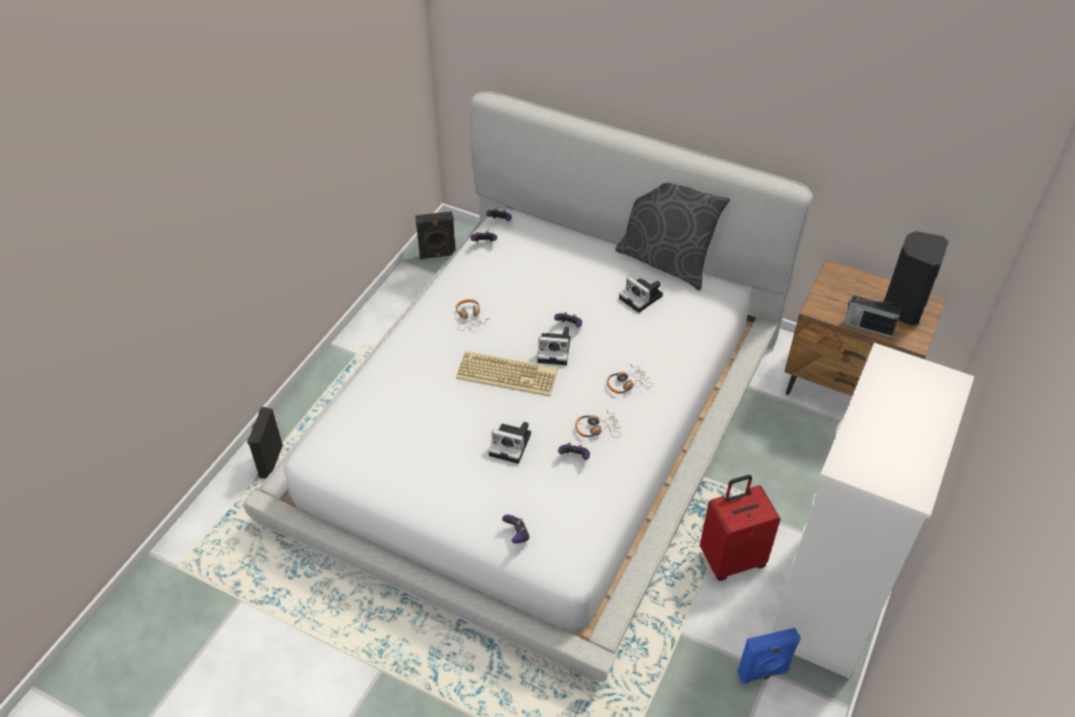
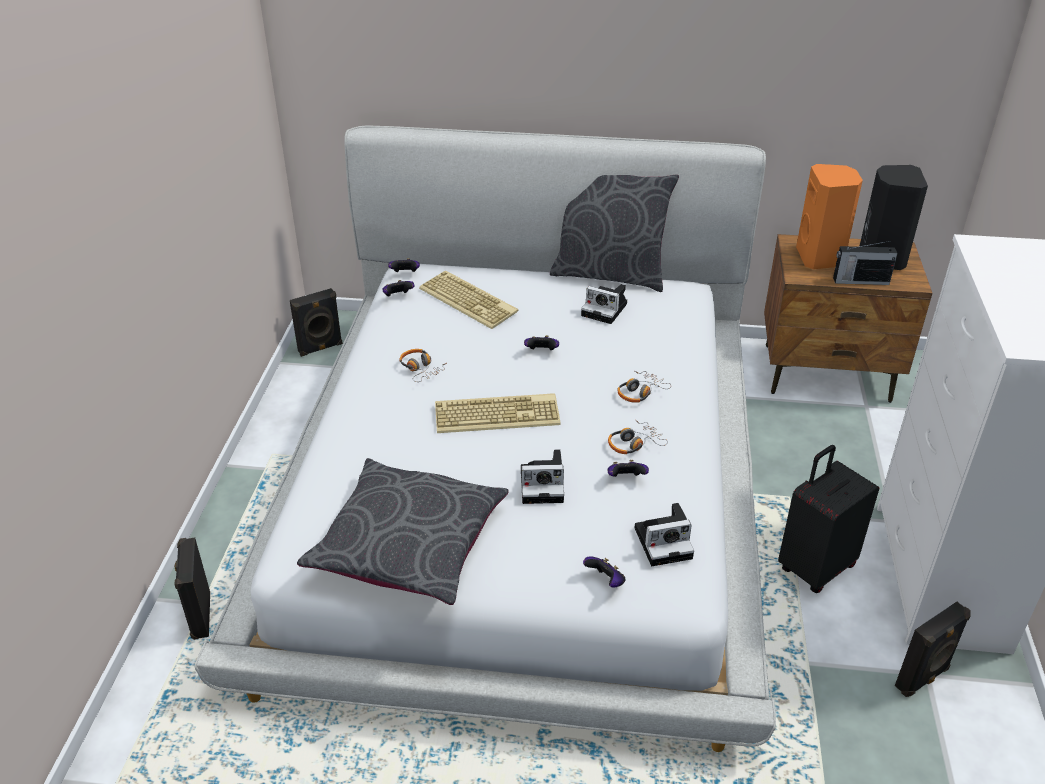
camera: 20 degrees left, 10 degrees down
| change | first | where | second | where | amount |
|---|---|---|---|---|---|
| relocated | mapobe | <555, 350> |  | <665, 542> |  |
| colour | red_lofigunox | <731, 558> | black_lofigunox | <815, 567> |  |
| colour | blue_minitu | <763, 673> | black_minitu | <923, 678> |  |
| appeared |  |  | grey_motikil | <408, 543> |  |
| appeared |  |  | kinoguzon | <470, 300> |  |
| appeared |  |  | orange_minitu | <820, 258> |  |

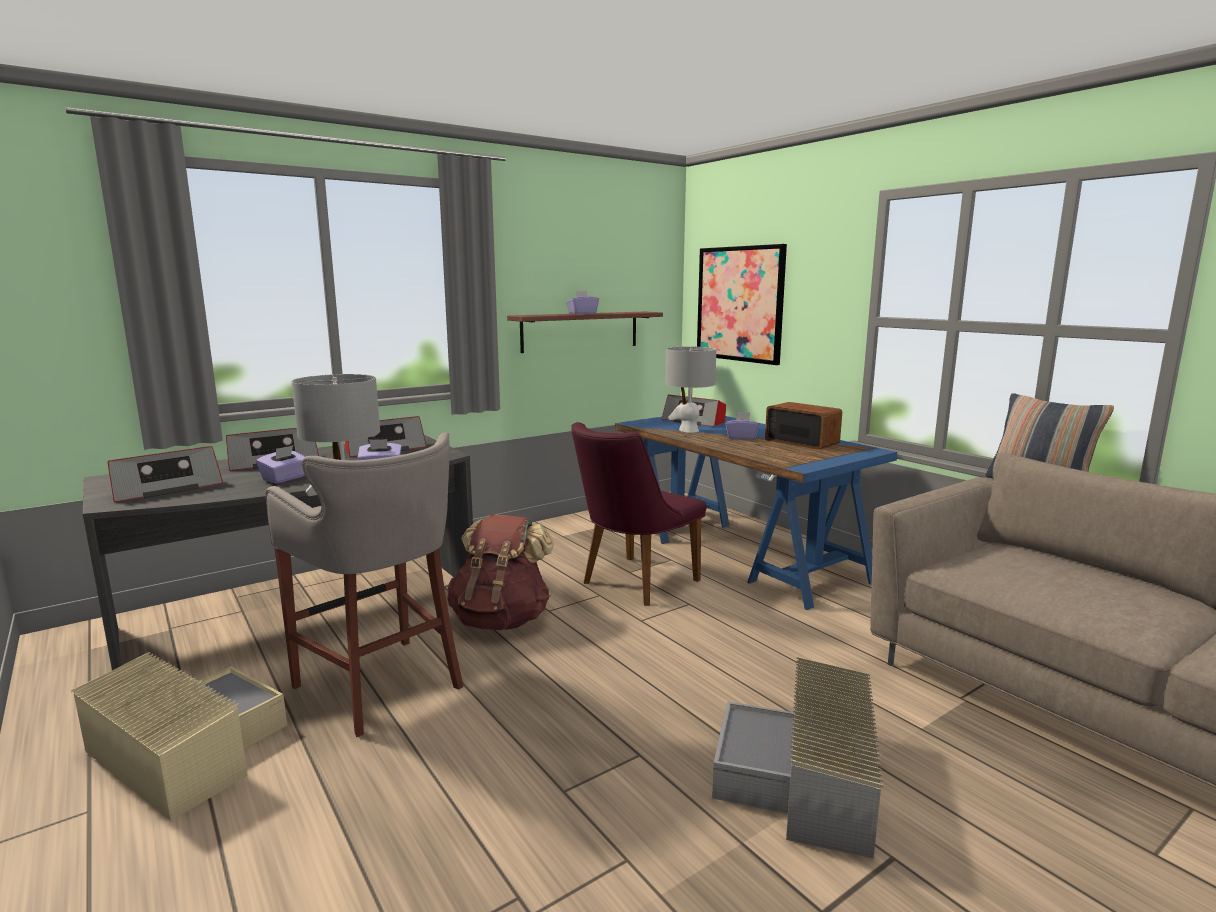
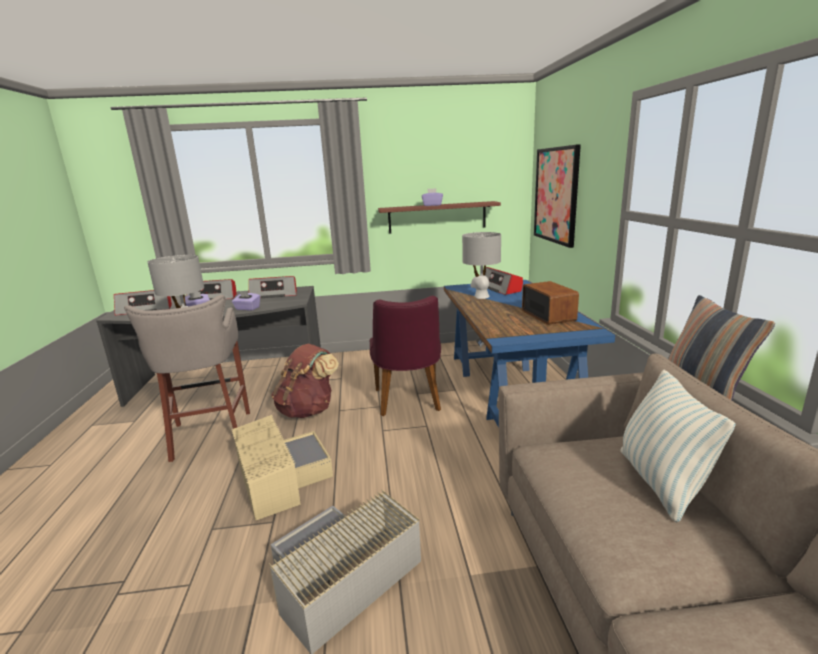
camera: 30 degrees right, 5 degrees up
| change | first | where | second | where | amount |
|---|---|---|---|---|---|
| relocated | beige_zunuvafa | <185, 750> |  | <279, 476> |  |
| spun | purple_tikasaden | <632, 584> |  | <408, 403> | 75 degrees counterclockwise |
| missing | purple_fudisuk | <741, 437> |  |  |  |
| appeared |  |  | motikil | <660, 483> |  |

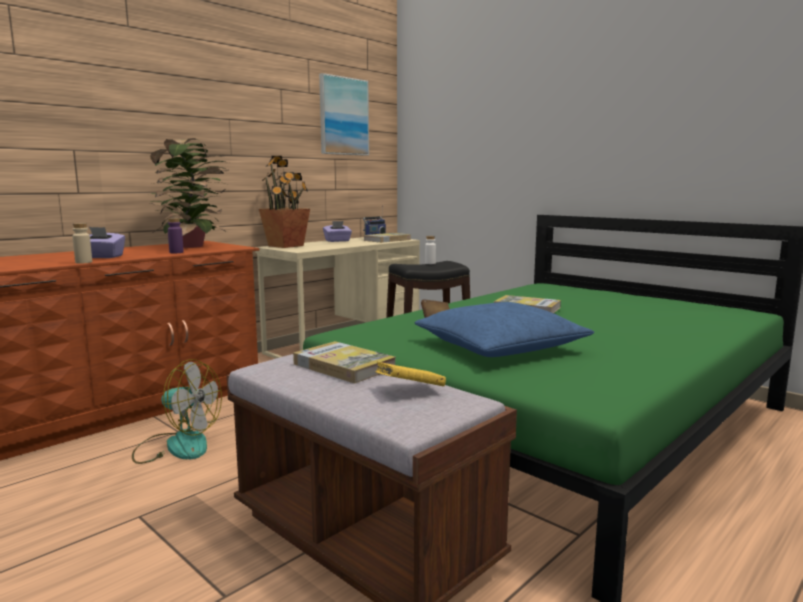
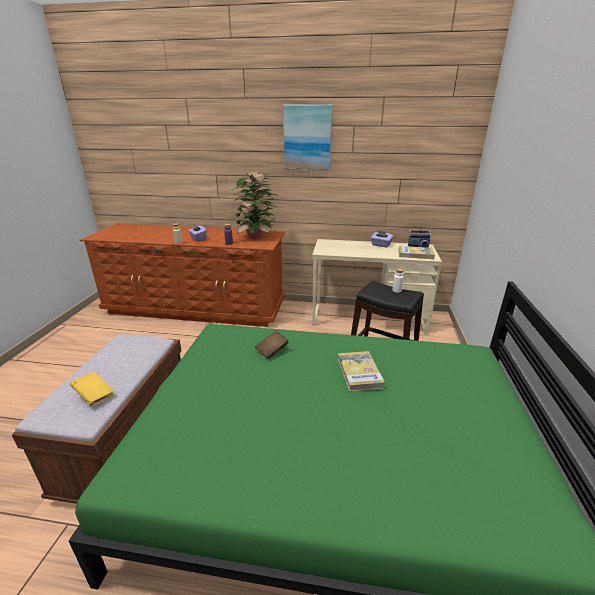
camera: 55 degrees right, 15 degrees up
| change | first | where | second | where | amount |
|---|---|---|---|---|---|
| missing | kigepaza | <177, 446> |  |  |  |
| missing | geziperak | <286, 246> |  |  |  |
| missing | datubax | <344, 366> |  |  |  |
| relocated | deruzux | <343, 116> |  | <307, 138> |  |
| missing | blue_motikil | <499, 347> |  |  |  |

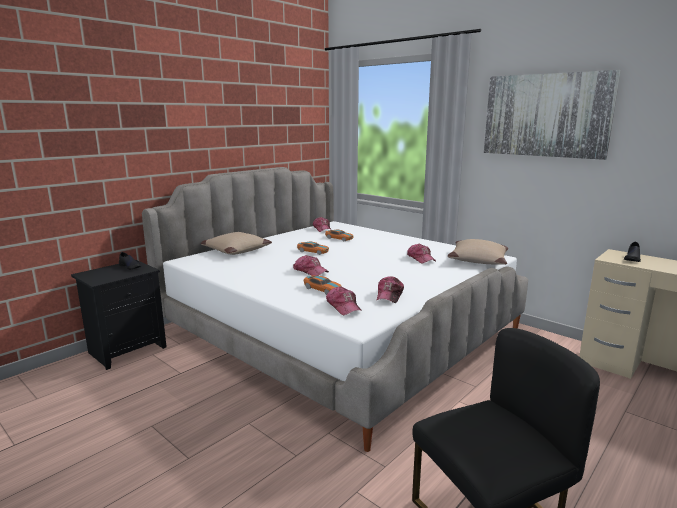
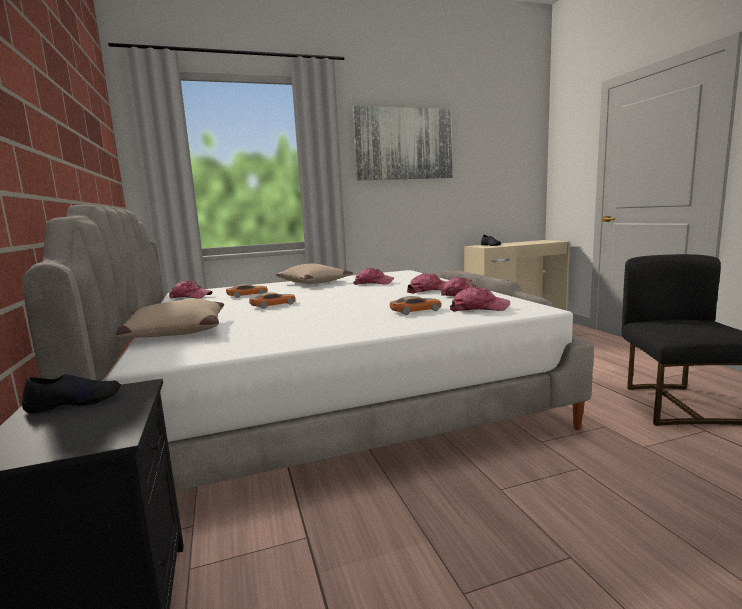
camera: 60 degrees left, 5 degrees down
| change | first | where | second | where | amount |
|---|---|---|---|---|---|
| relocated | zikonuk | <310, 271> |  | <428, 290> |  |
| relocated | beige_motikil | <478, 260> |  | <314, 282> |  |

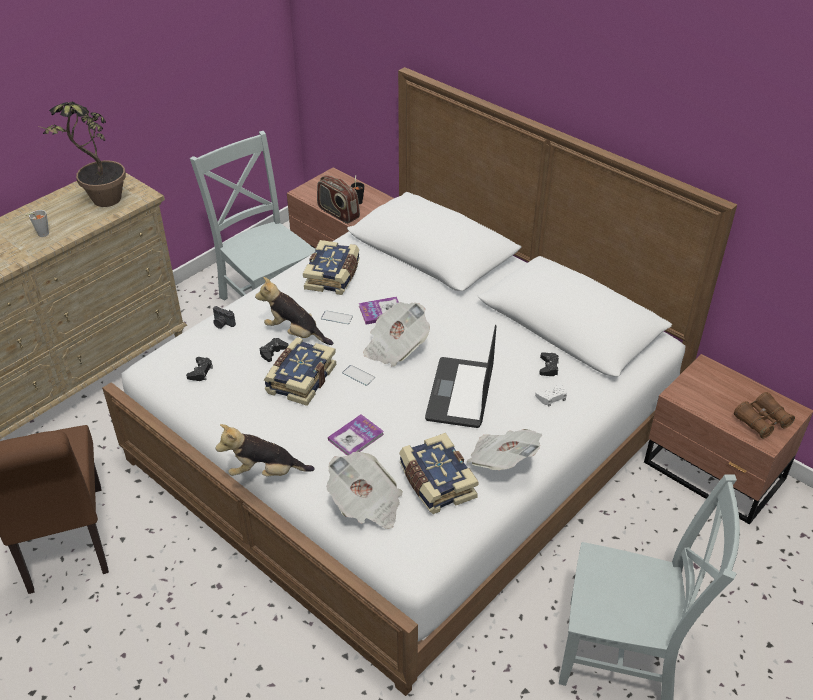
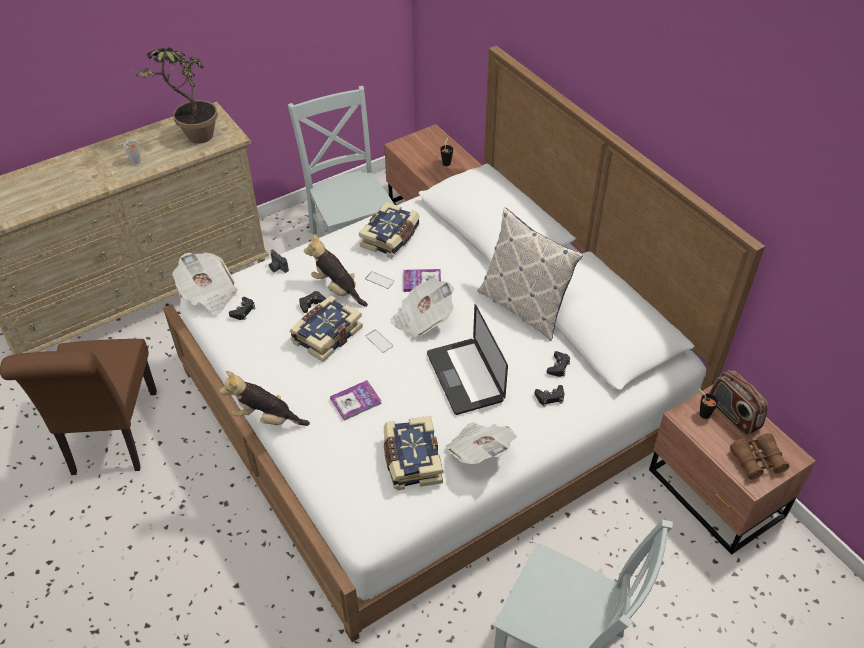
camera: 15 degrees right, 5 degrees up
| change | first | where | second | where | amount |
|---|---|---|---|---|---|
| relocated | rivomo | <338, 213> |  | <733, 414> |  |
| relocated | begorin | <366, 504> |  | <208, 294> |  |
| spun | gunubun | <460, 393> |  | <465, 377> | 45 degrees counterclockwise |
| colour | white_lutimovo | <552, 397> | black_lutimovo | <550, 397> |  |
| appeared |  |  | motikil | <523, 307> |  |
| appeared |  |  | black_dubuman | <702, 412> |  |

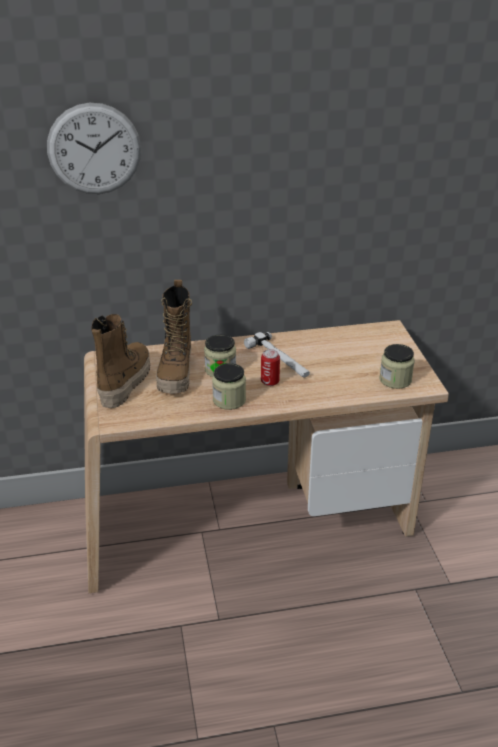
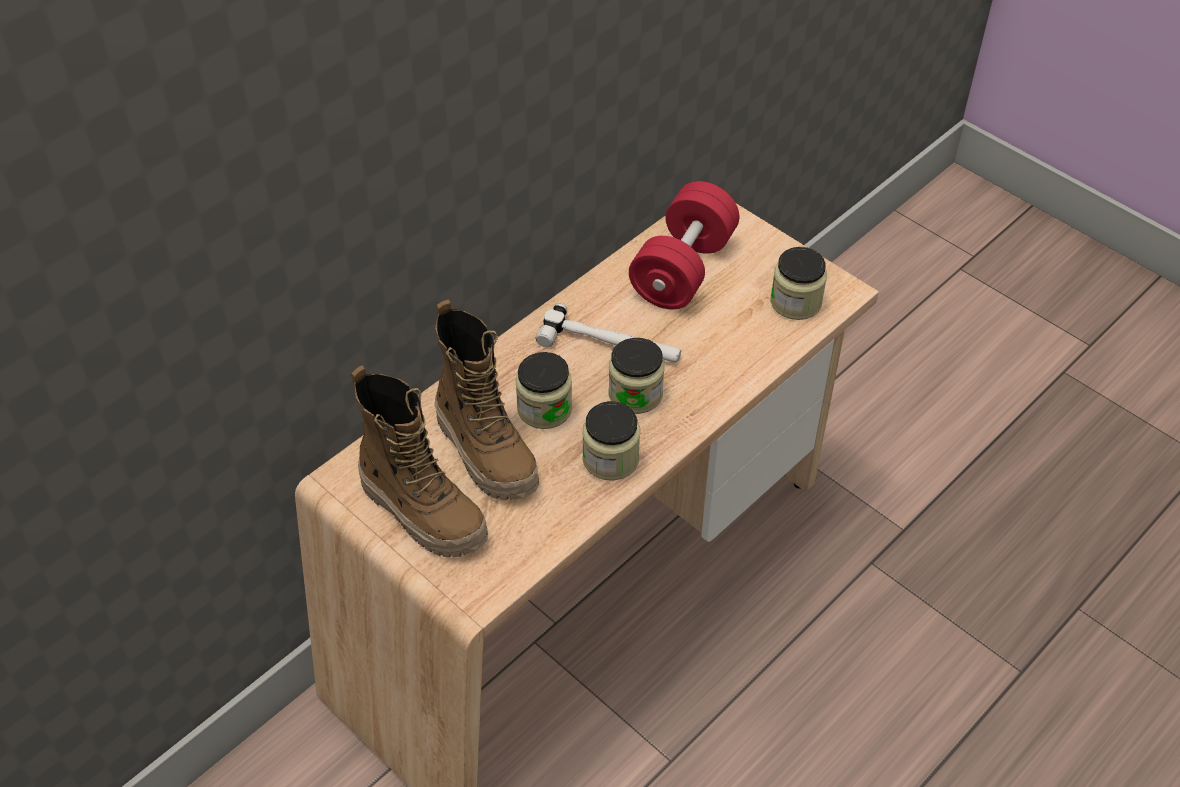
camera: 35 degrees left, 15 degrees up
| change | first | where | second | where | amount |
|---|---|---|---|---|---|
| missing | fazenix | <94, 149> |  |  |  |
| spun | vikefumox | <124, 382> |  | <423, 511> | 150 degrees clockwise |
| exchanged | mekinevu | <270, 382> | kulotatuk | <635, 394> |  |
| appeared |  |  | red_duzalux | <683, 269> |  |

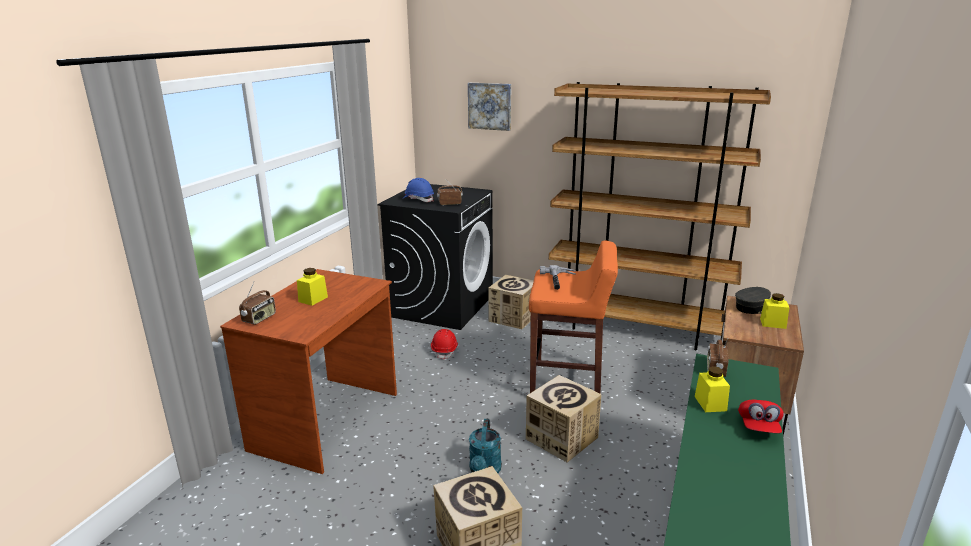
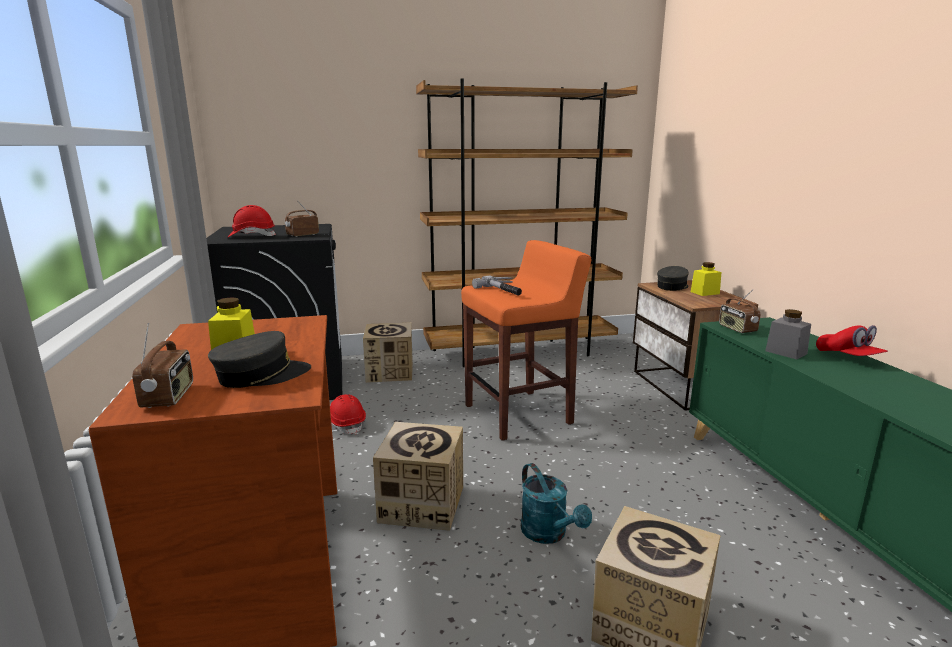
camera: 35 degrees left, 5 degrees down
| change | first | where | second | where | amount |
|---|---|---|---|---|---|
| colour | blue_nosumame | <418, 200> | red_nosumame | <252, 236> |  |
| missing | deruzux | <490, 106> |  |  |  |
| relocated | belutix | <561, 438> |  | <422, 504> |  |
| colour | yellow_kulotatuk | <710, 403> | grey_kulotatuk | <786, 352> |  |
| appeared |  |  | grey_zikonuk | <261, 375> |  |

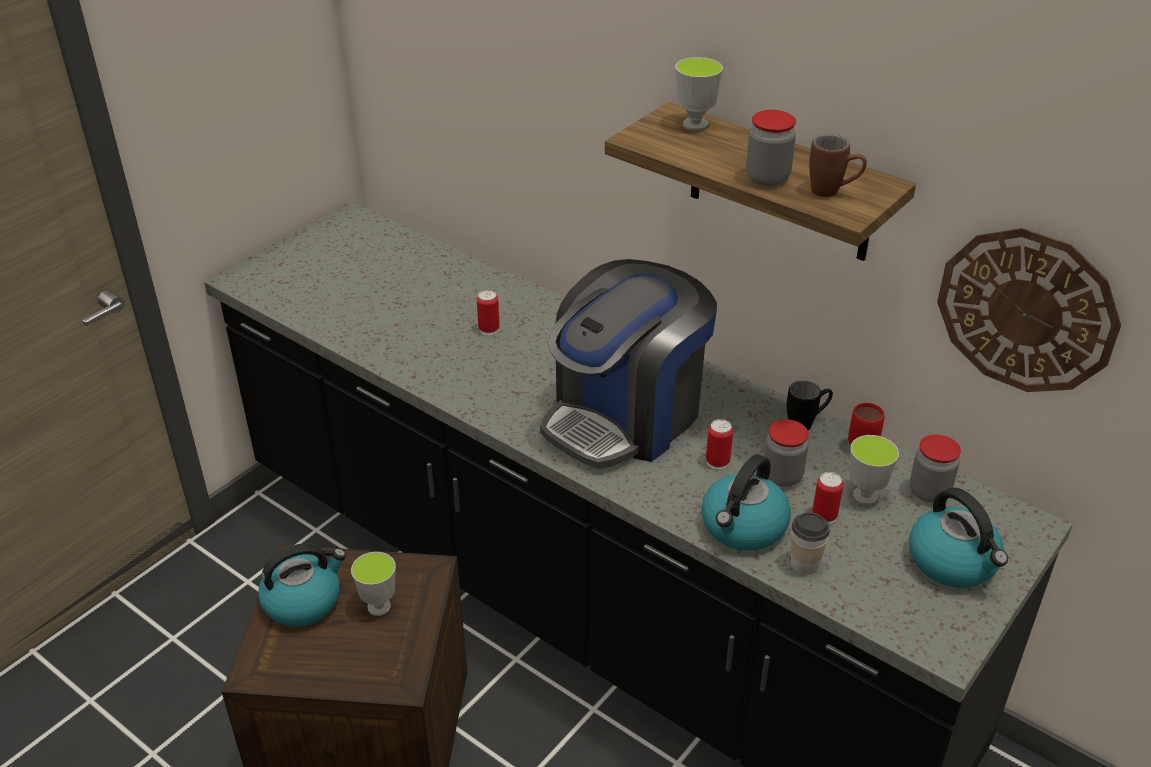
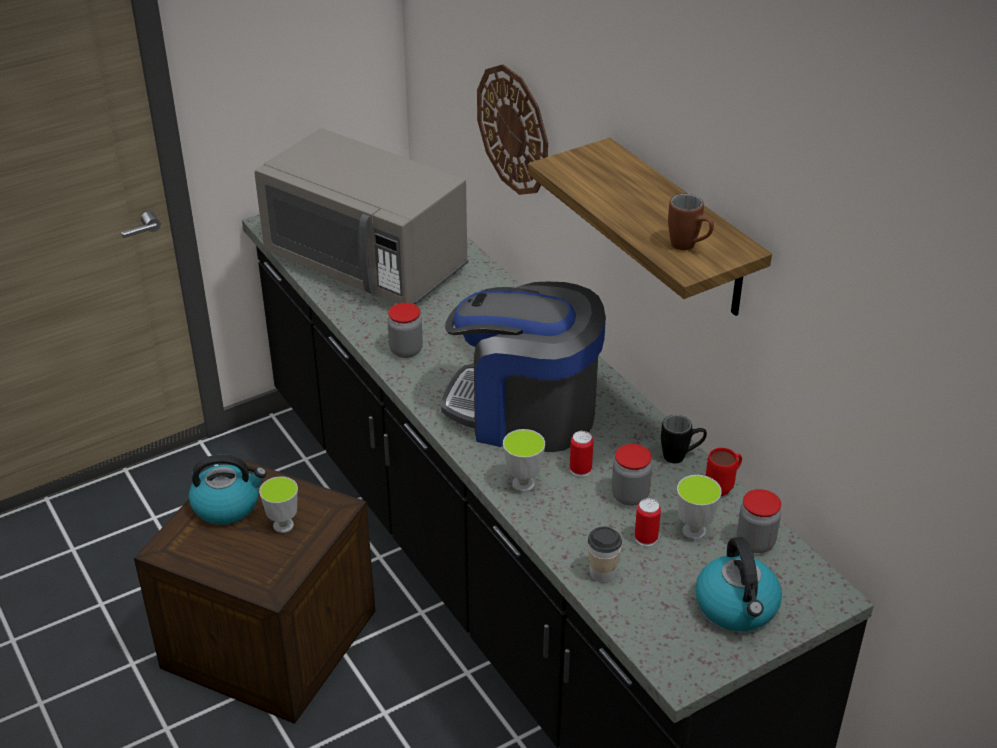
camera: 20 degrees right, 0 degrees up
| change | first | where | second | where | amount |
|---|---|---|---|---|---|
| missing | mekinevu | <489, 329> |  |  |  |
| spun | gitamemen | <625, 416> |  | <524, 412> | 45 degrees clockwise |
| relocated | dubuman | <695, 124> |  | <523, 484> |  |
| missing | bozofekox | <743, 527> |  |  |  |
| relocated | kulotatuk | <767, 178> |  | <406, 350> |  |
| relocated | fazenix | <1026, 311> |  | <514, 130> |  |
| appeared |  |  | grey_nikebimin | <366, 264> |  |

